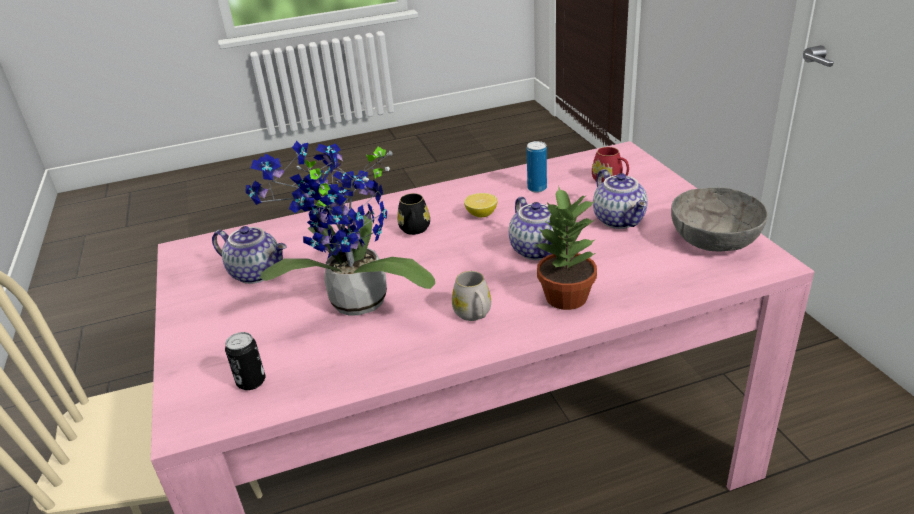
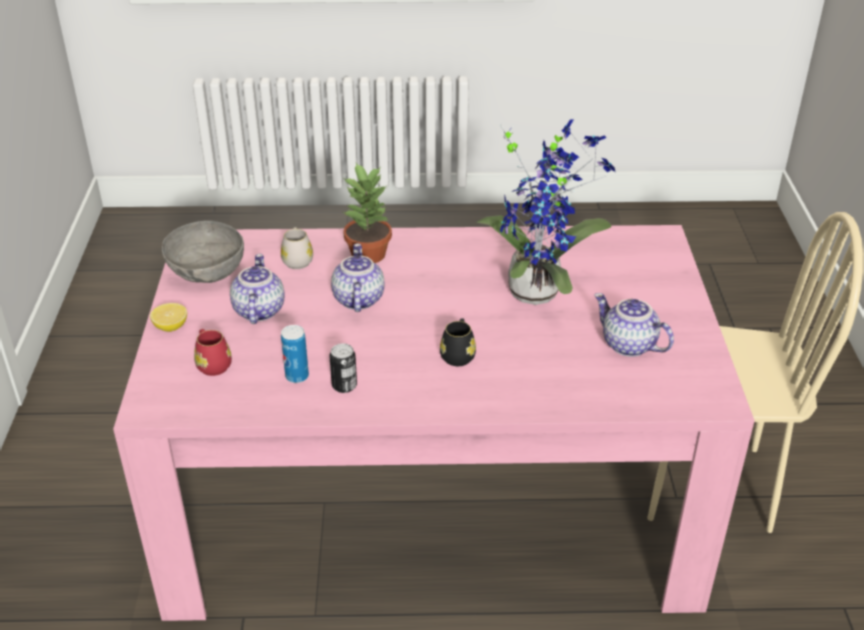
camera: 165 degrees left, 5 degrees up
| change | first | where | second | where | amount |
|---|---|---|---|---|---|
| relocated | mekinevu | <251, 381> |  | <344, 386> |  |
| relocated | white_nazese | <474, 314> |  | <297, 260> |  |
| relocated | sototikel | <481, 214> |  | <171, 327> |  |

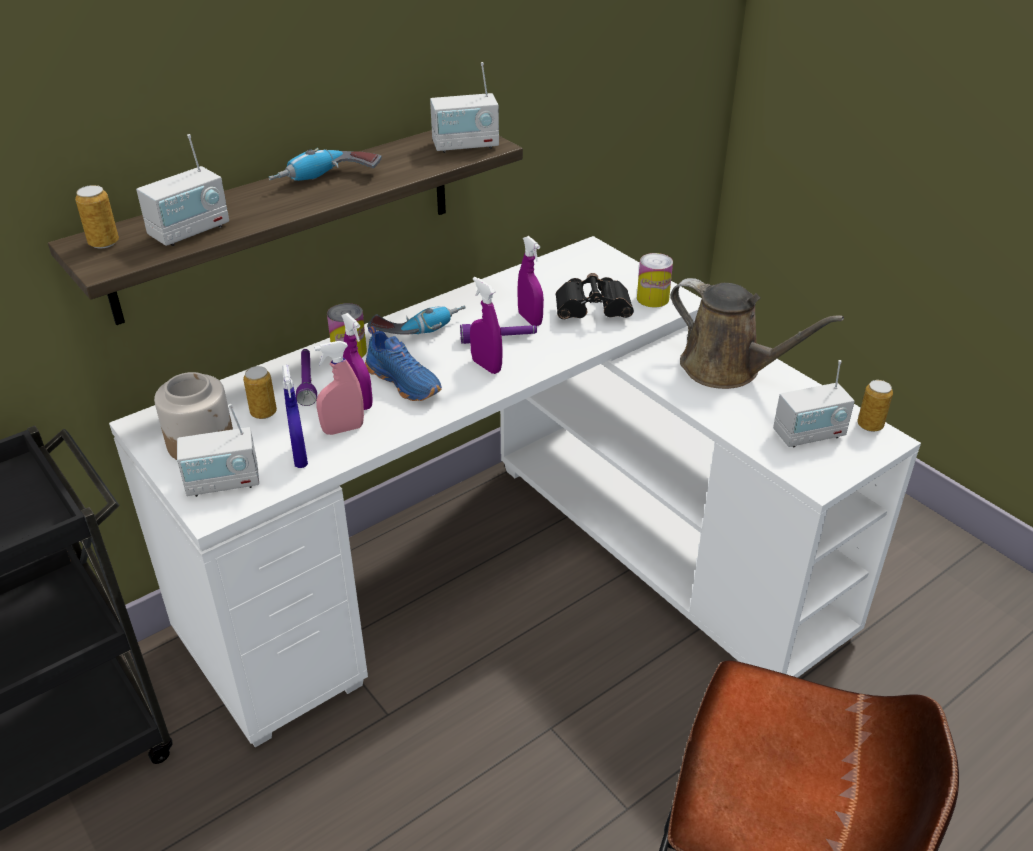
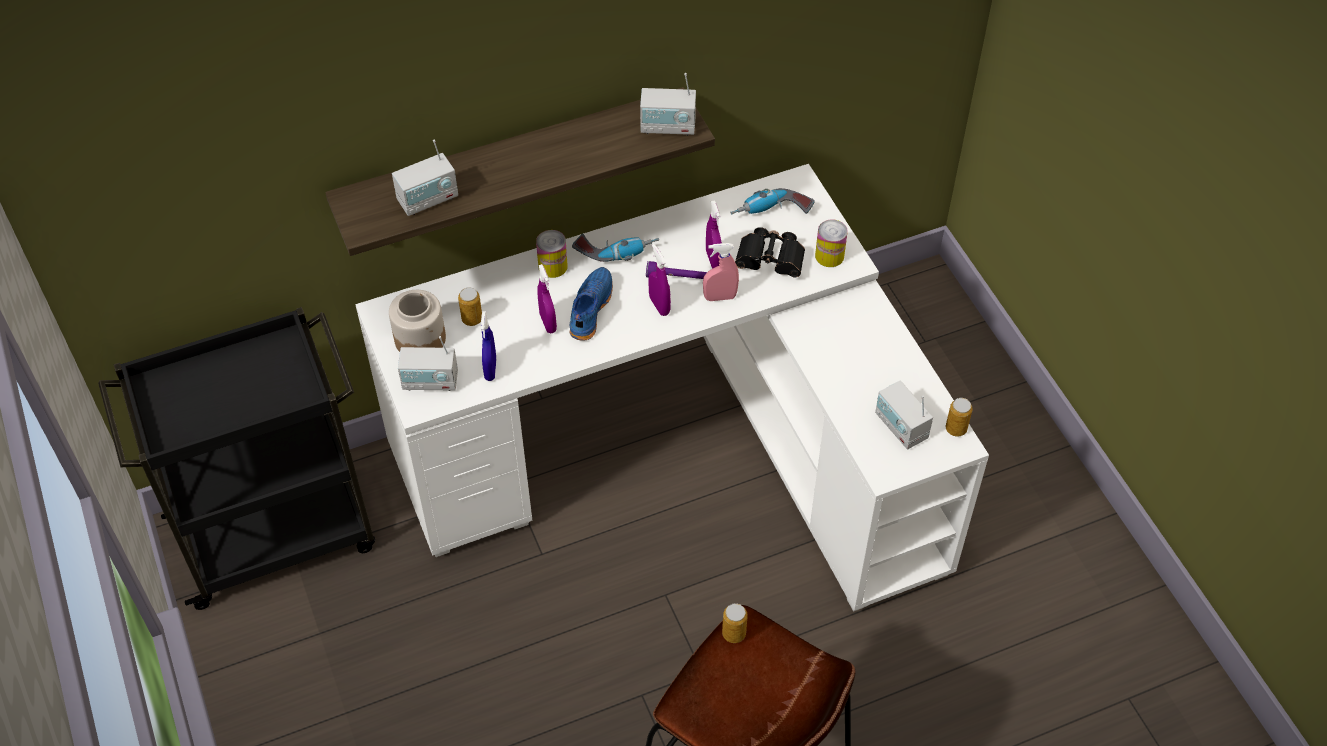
camera: 15 degrees right, 15 degrees up
| change | first | where | second | where | amount |
|---|---|---|---|---|---|
| relocated | mekinevu | <104, 243> |  | <734, 633> |  |
| relocated | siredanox | <327, 180> |  | <771, 213> |  |
| missing | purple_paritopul | <307, 382> |  |  |  |
| relocated | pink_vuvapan | <343, 429> |  | <720, 297> |  |
| spun | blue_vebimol | <405, 382> |  | <589, 309> | 135 degrees counterclockwise |
| missing | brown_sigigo | <727, 369> |  |  |  |
| spun | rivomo | <809, 434> |  | <900, 427> | 60 degrees clockwise |

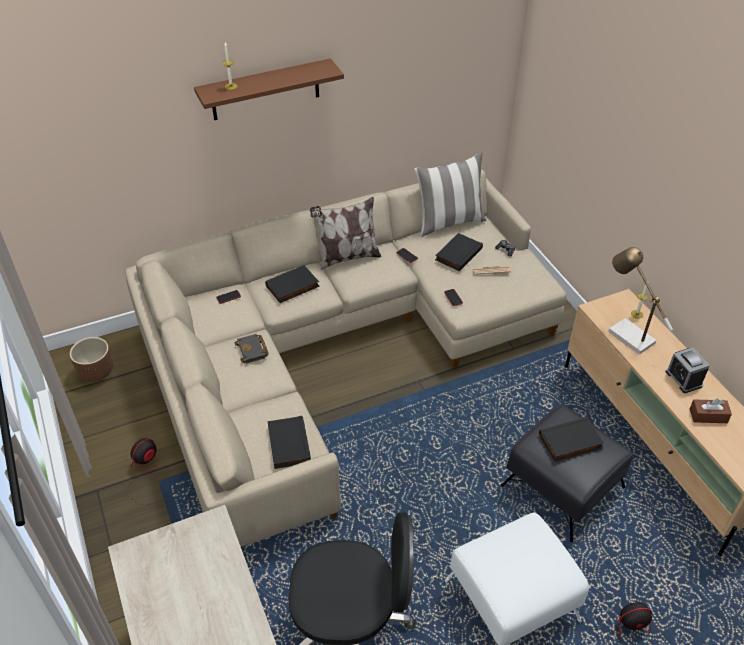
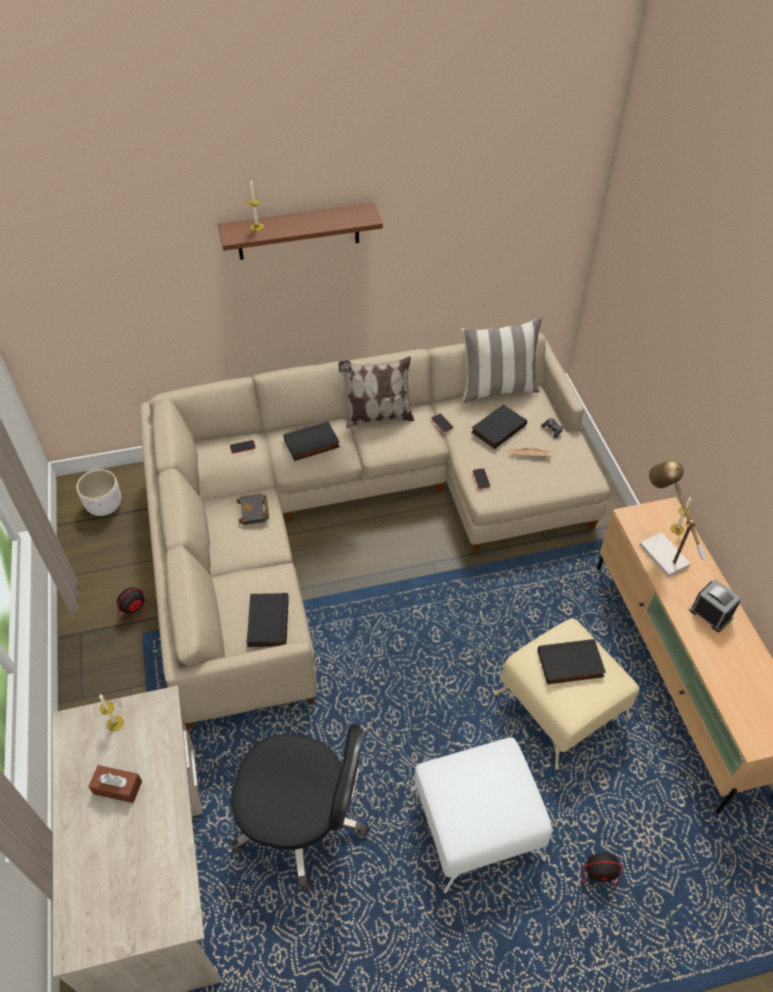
camera: 10 degrees right, 5 degrees up
| change | first | where | second | where | amount |
|---|---|---|---|---|---|
| colour | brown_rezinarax | <97, 372> | white_rezinarax | <105, 505> |  |
| colour | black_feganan | <562, 487> | beige_feganan | <561, 707> |  |
| spun | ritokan | <683, 379> |  | <710, 614> | 150 degrees clockwise |
| relocated | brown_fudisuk | <708, 416> |  | <117, 787> |  |
| appeared |  |  | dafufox | <115, 723> |  |

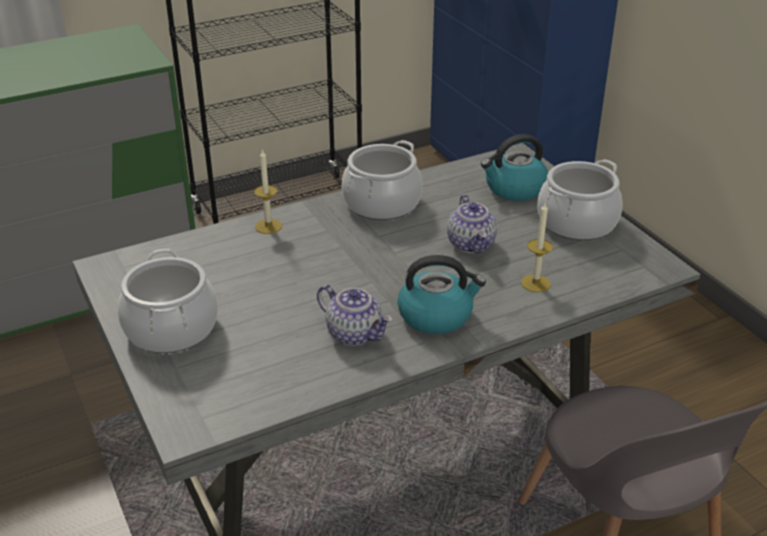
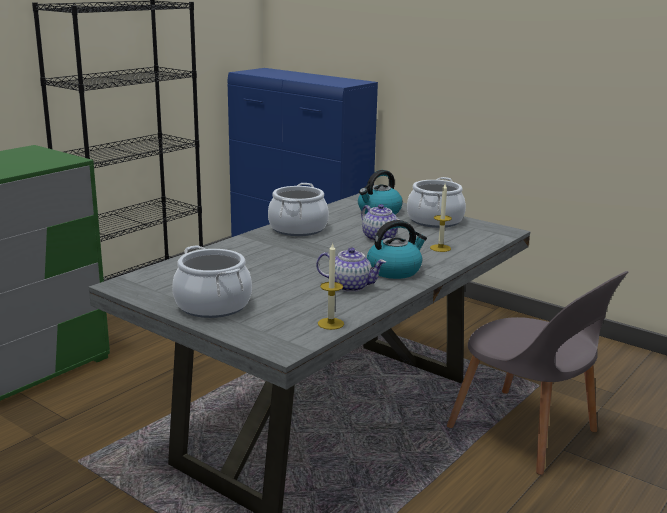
camera: 25 degrees left, 15 degrees down
| change | first | where | second | where | amount |
|---|---|---|---|---|---|
| relocated | dafufox | <268, 226> |  | <330, 323> |  |

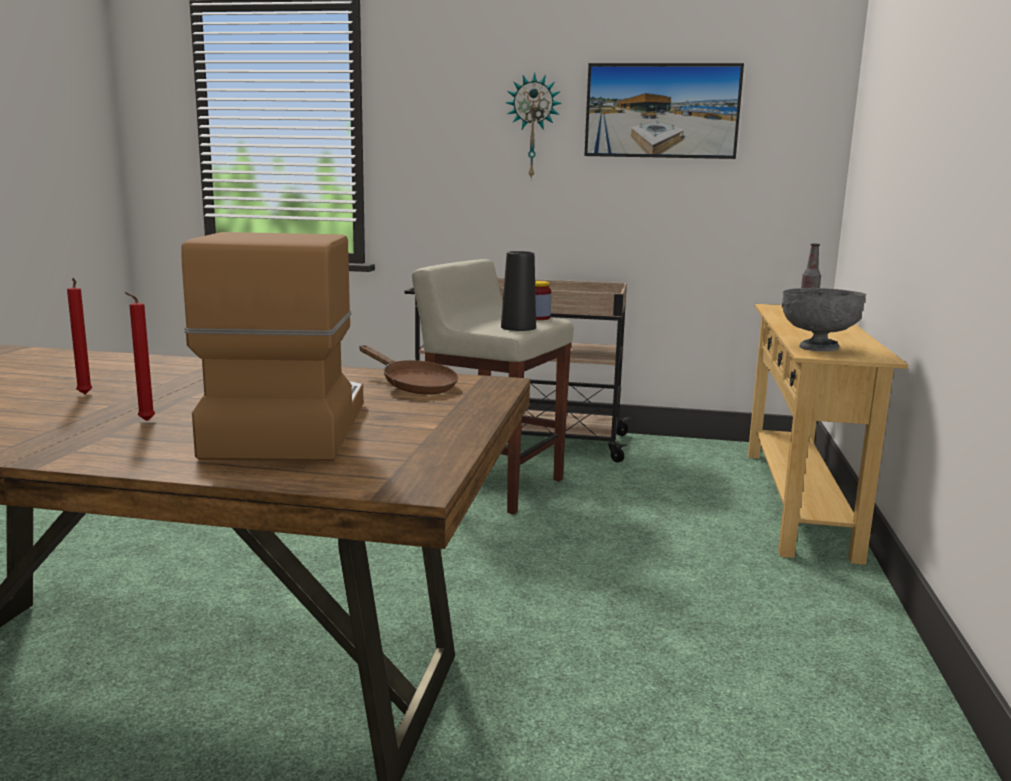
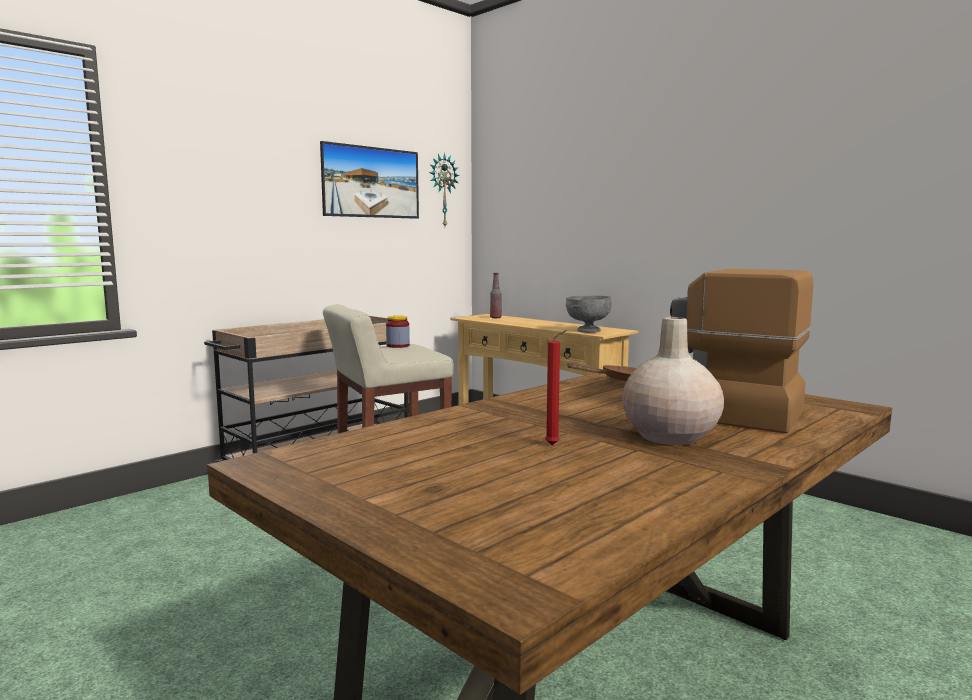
camera: 55 degrees left, 5 degrees down
| change | first | where | second | where | amount |
|---|---|---|---|---|---|
| exchanged | red_dafufox | <144, 421> | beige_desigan | <669, 437> |  |
| missing | black_desigan | <518, 327> |  |  |  |
| relocated | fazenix | <533, 127> |  | <442, 191> |  |

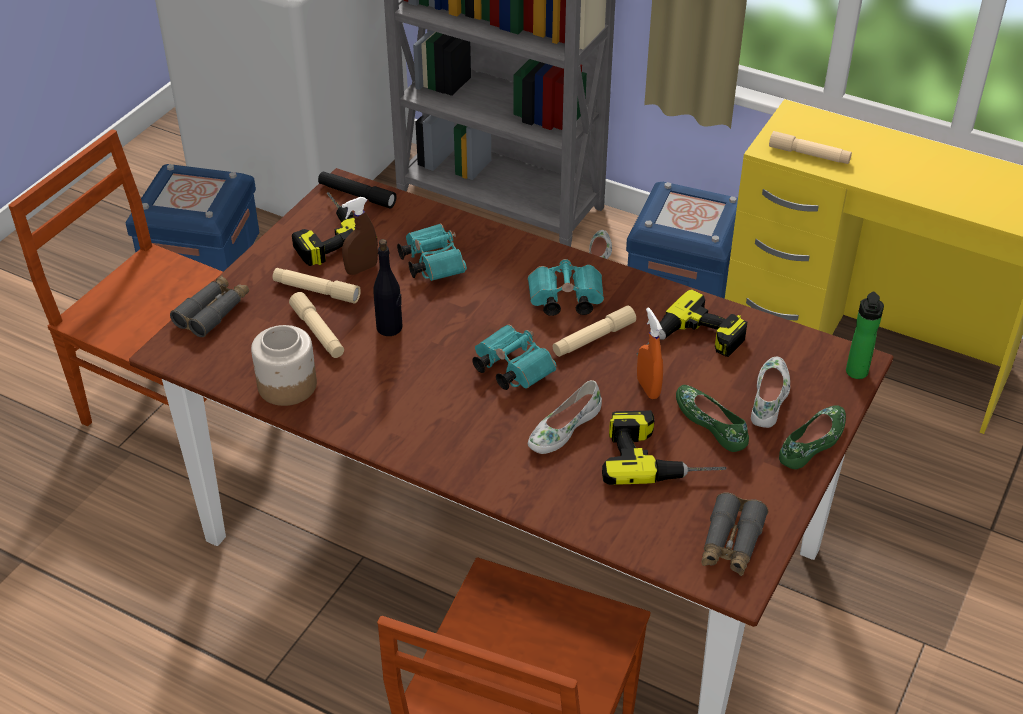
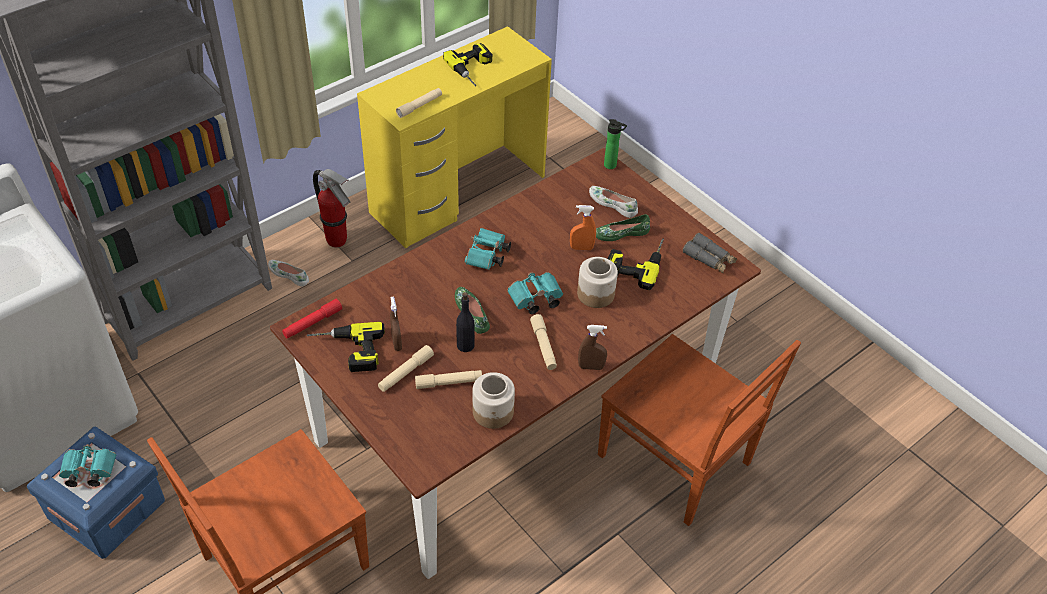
camera: 70 degrees left, 5 degrees up
| change | first | where | second | where | amount |
|---|---|---|---|---|---|
| missing | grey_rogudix | <213, 312> |  |  |  |
| colour | black_paritopul | <357, 195> | red_paritopul | <312, 323> |  |
| relocated | turquoise_rogudix | <431, 263> |  | <87, 472> |  |
| exchanged | white_vebimol | <563, 428> | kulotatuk | <596, 294> |  |
| relocated | beige_paritopul | <593, 338> |  | <543, 346> |  |
| exchanged | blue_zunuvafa | <683, 275> | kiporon | <337, 241> |  |
| relocated | siredanox | <691, 344> |  | <474, 70> |  |
| relocated | green_vebimol | <813, 443> |  | <472, 313> |  |
| appeared |  |  | brown_vuvapan | <591, 367> |  |

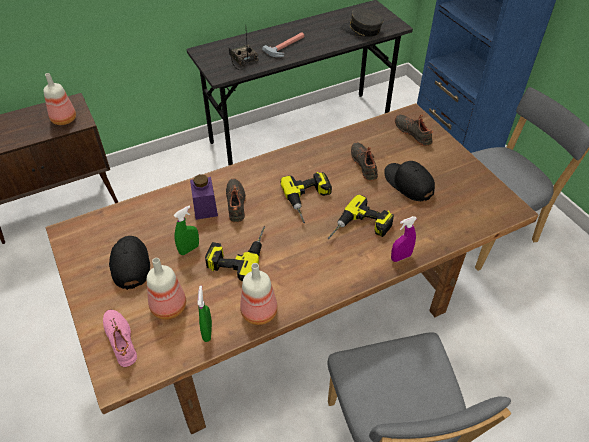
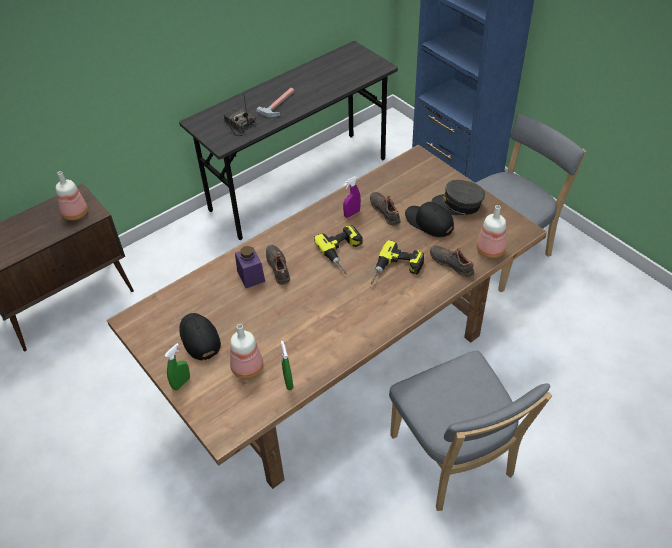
camera: 10 degrees left, 0 degrees up
| change | first | where | second | where | amount |
|---|---|---|---|---|---|
| missing | pink_vebimol | <122, 340> |  |  |  |
| relocated | green_vuvapan | <189, 249> |  | <181, 383> |  |
| missing | siredanox | <238, 252> |  |  |  |
| relocated | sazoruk | <259, 311> |  | <490, 250> |  |
| relocated | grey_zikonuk | <361, 30> |  | <458, 204> |  |
| relocated | purple_vuvapan | <401, 257> |  | <352, 214> |  |
| relocated | black_vebimol | <413, 133> |  | <452, 264> |  |

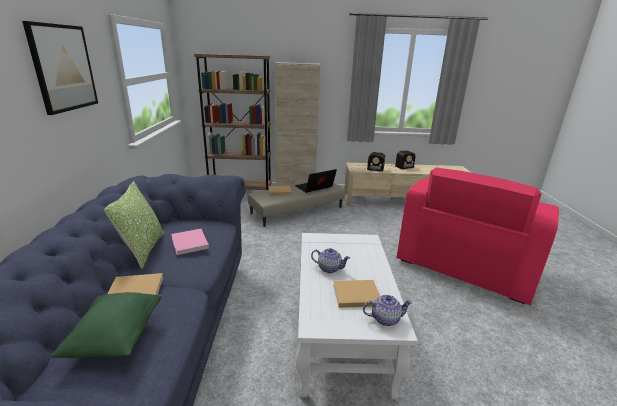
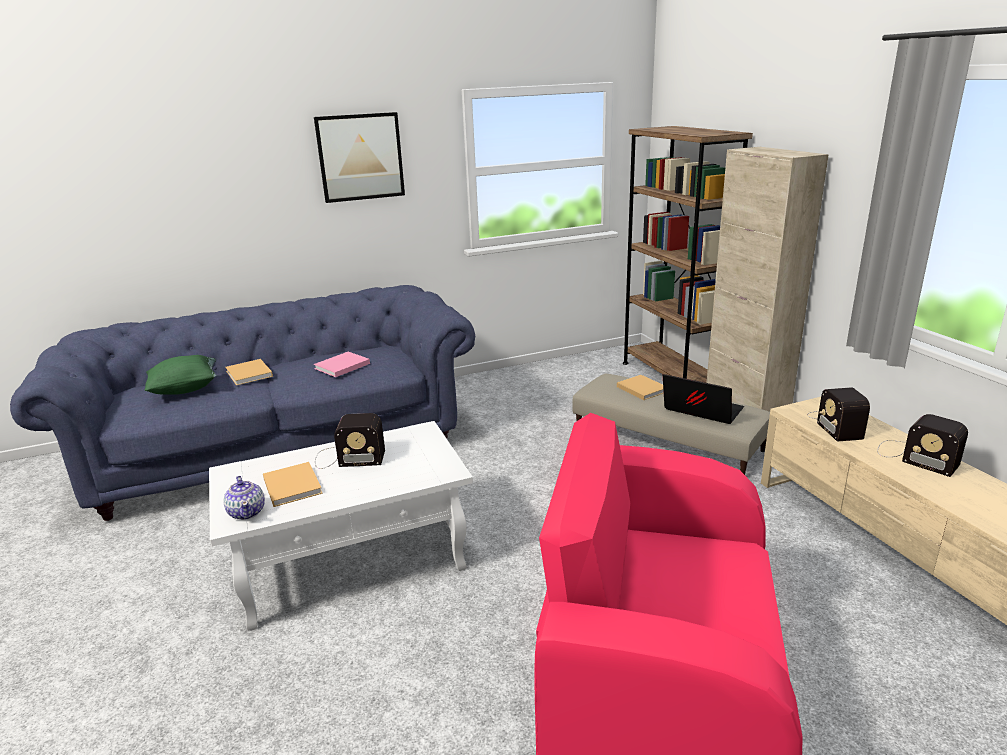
camera: 70 degrees right, 0 degrees up
| change | first | where | second | where | amount |
|---|---|---|---|---|---|
| missing | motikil | <143, 249> |  |  |  |
| exchanged | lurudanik | <329, 268> | rivomo | <347, 457> |  |

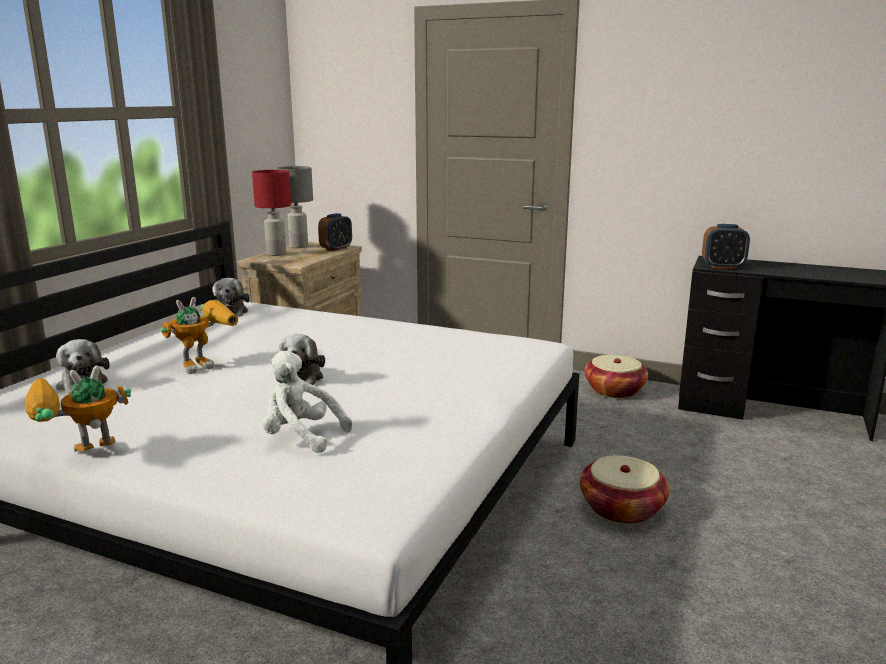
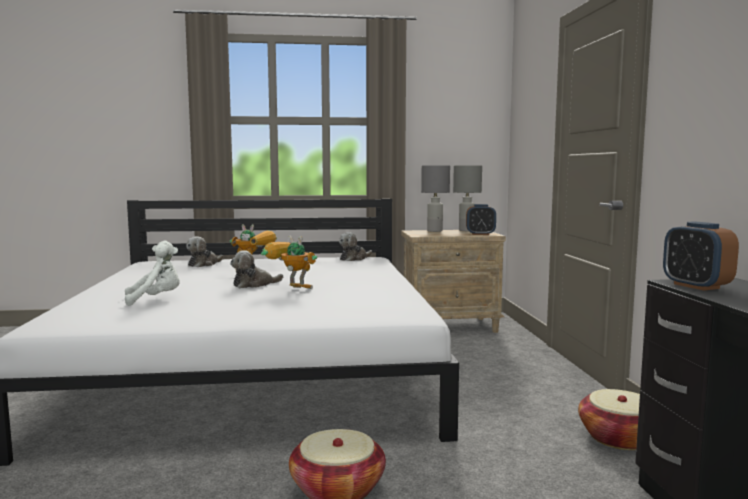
camera: 60 degrees right, 10 degrees down
| change | first | where | second | where | amount |
|---|---|---|---|---|---|
| relocated | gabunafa | <80, 458> |  | <290, 289> |  |
| colour | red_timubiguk | <275, 254> | grey_timubiguk | <434, 231> |  |
| spun | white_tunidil | <301, 437> |  | <156, 299> | 75 degrees clockwise |

